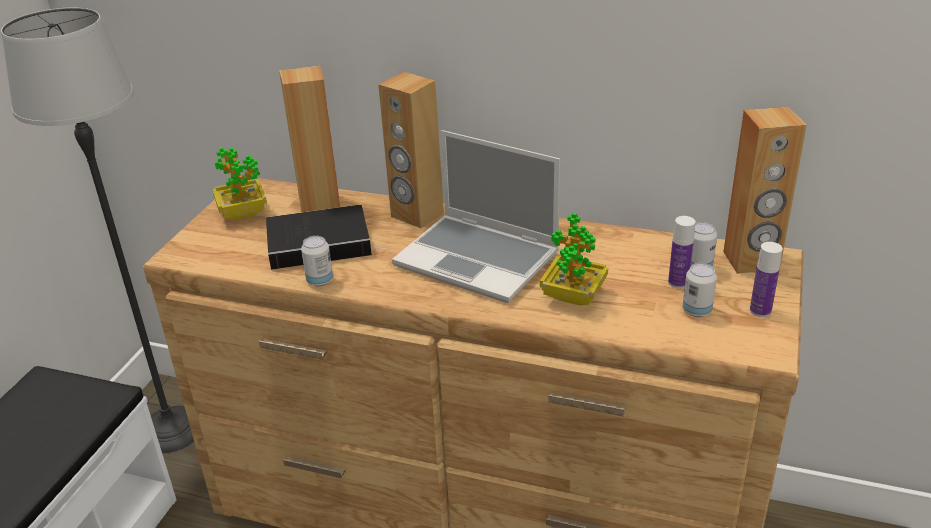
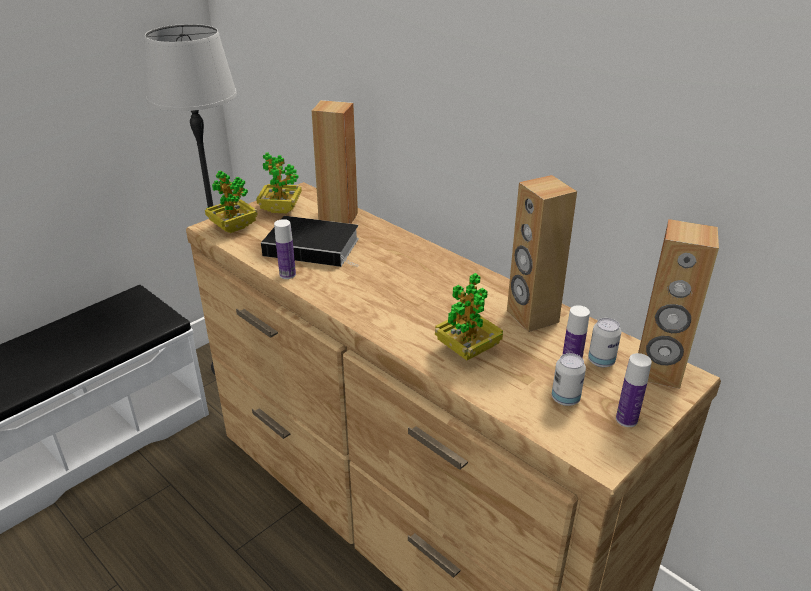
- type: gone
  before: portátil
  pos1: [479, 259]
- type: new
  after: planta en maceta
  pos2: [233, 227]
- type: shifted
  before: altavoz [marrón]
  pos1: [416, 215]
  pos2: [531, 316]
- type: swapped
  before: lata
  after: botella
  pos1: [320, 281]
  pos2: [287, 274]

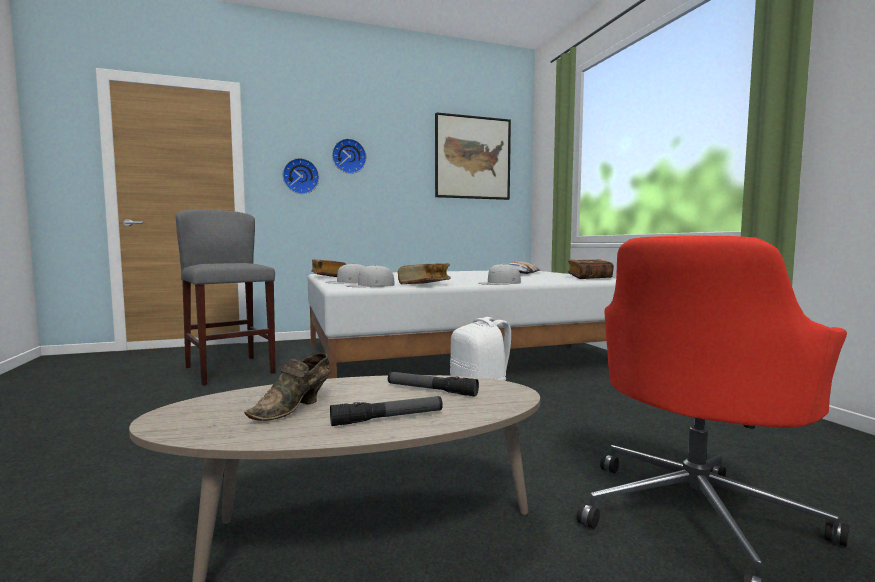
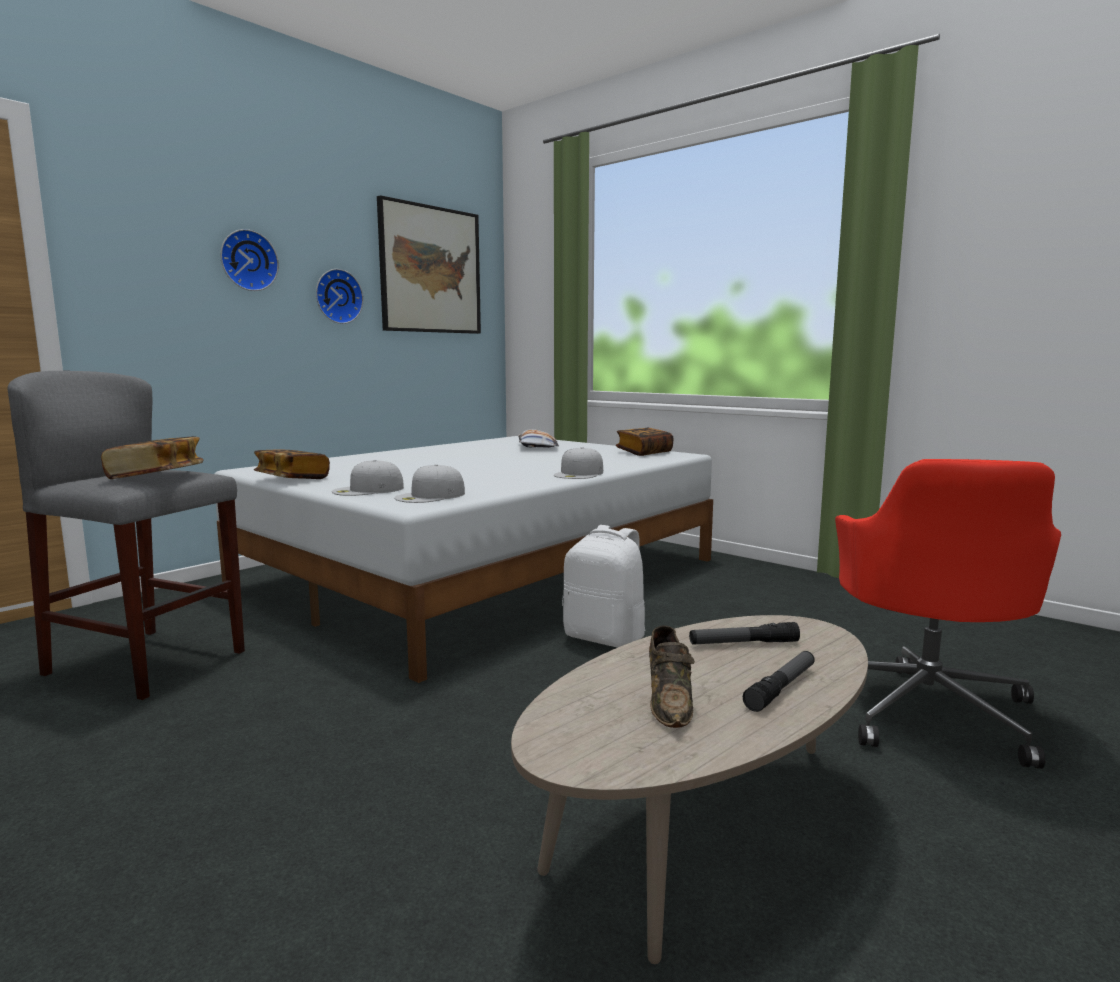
- type: shifted
  before: reloj de pared
  pos1: [301, 176]
  pos2: [337, 296]
- type: shifted
  before: libro
  pos1: [424, 285]
  pos2: [156, 476]

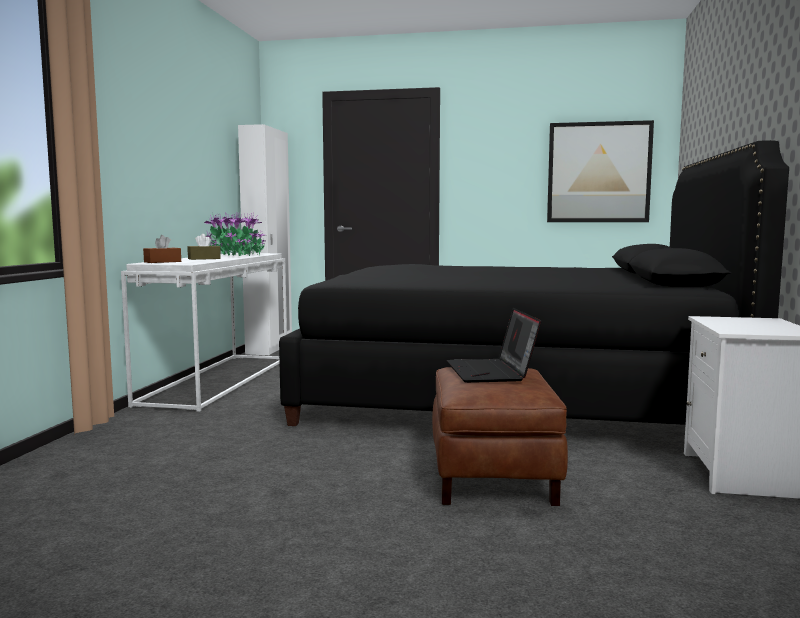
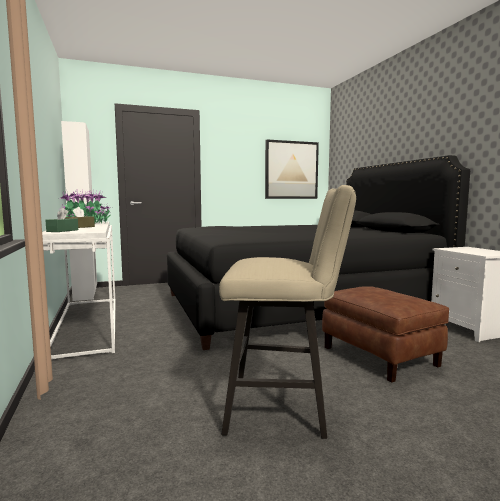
- type: gone
  before: portátil
  pos1: [492, 372]
- type: new
  after: taburete [beis]
  pos2: [285, 408]
- type: repainted
  before: caja de pañuelos [marrón]
  after: caja de pañuelos [verde]
  pos1: [162, 262]
  pos2: [62, 231]

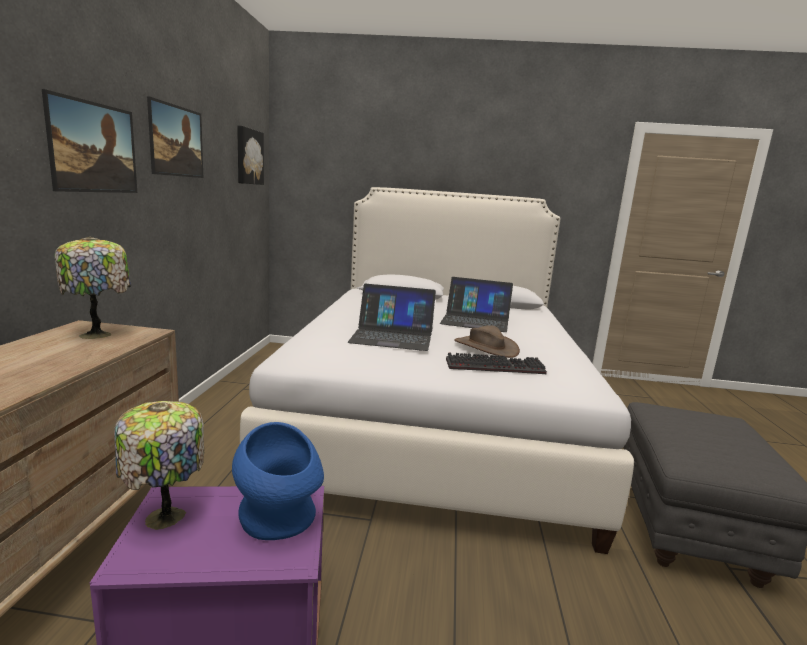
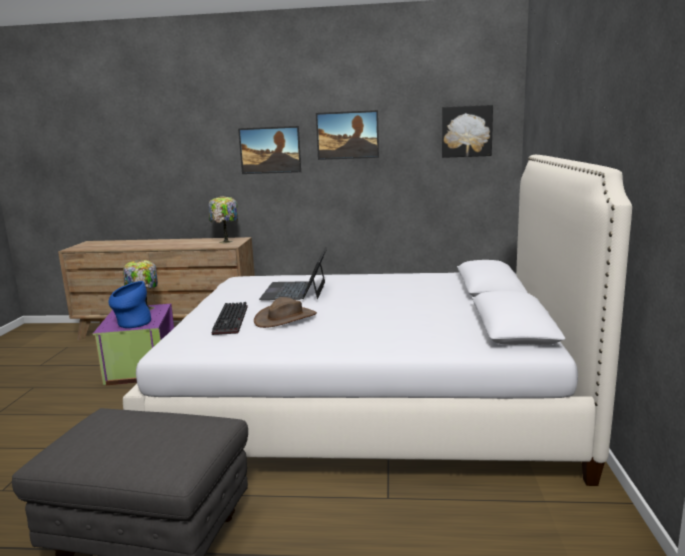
- type: gone
  before: portátil
  pos1: [475, 321]

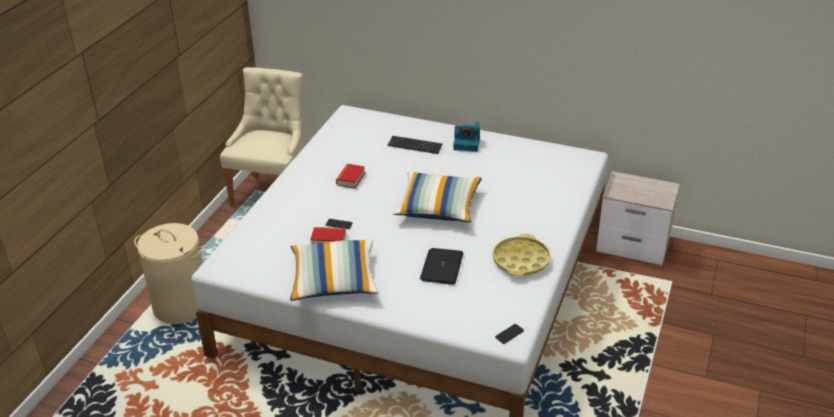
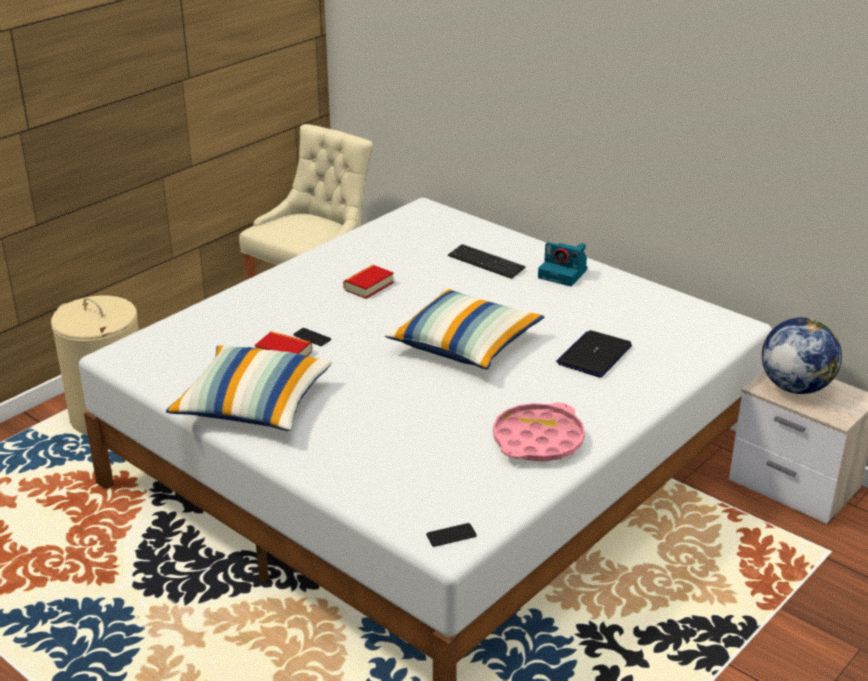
- type: new
  after: globo terráqueo
  pos2: [795, 387]
- type: shifted
  before: portátil
  pos1: [442, 267]
  pos2: [594, 355]
- type: repainted
  before: bandeja [amarillo]
  after: bandeja [rosa]
  pos1: [521, 260]
  pos2: [538, 440]

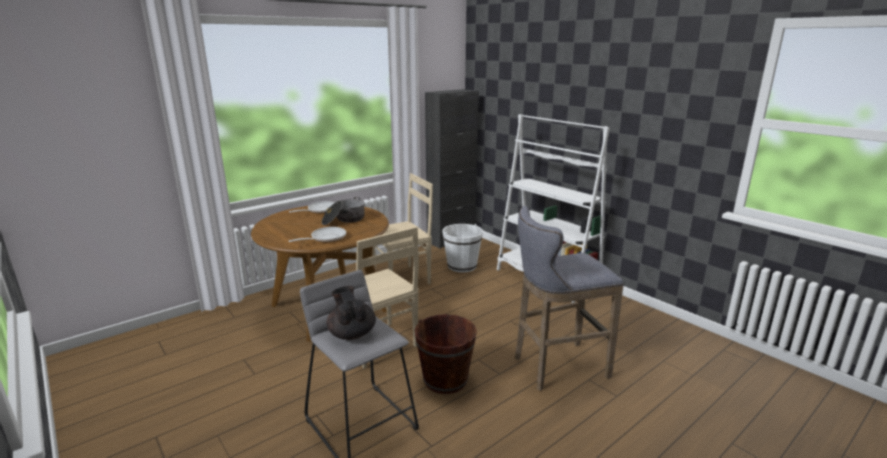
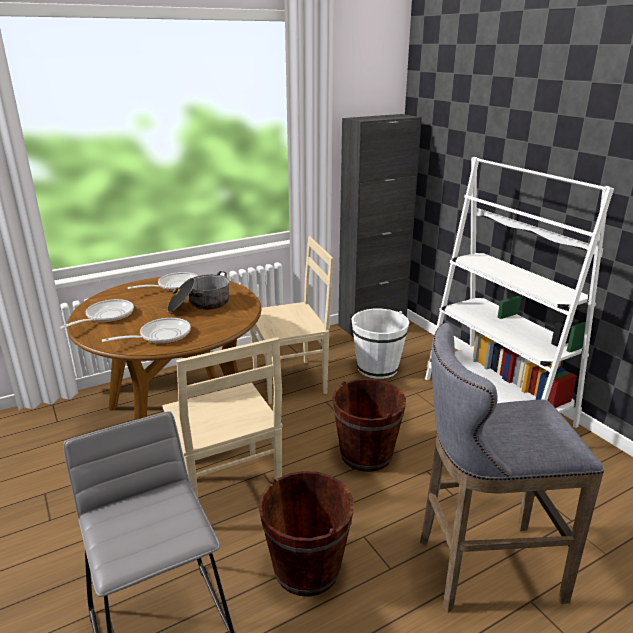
- type: gone
  before: tetera [negro]
  pos1: [352, 333]
- type: new
  after: sartén
  pos2: [106, 316]
- type: new
  after: cubo [marrón]
  pos2: [366, 454]

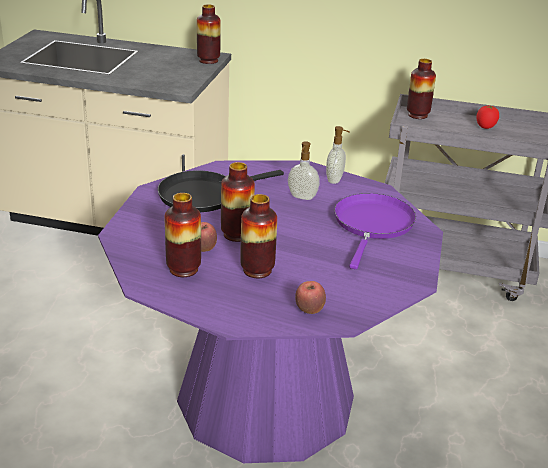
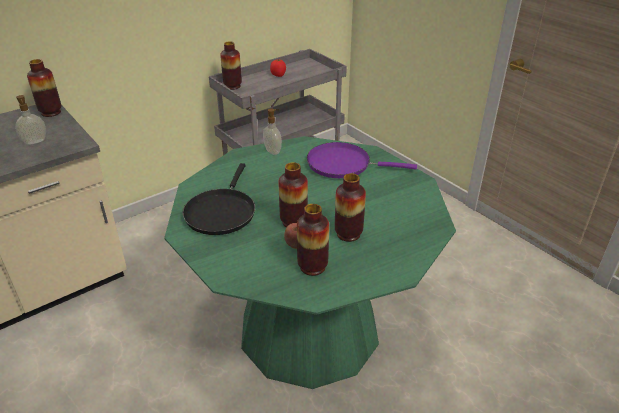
- type: gone
  before: manzana
  pos1: [309, 310]
- type: shifted
  before: dispensador de jabón
  pos1: [302, 197]
  pos2: [35, 142]
- type: repainted
  before: mesa de comedor [morado]
  after: mesa de comedor [verde]
  pos1: [266, 398]
  pos2: [309, 329]
- type: rotated
  before: sartén [morado]
  pos1: [372, 225]
  pos2: [343, 164]
  turn: -45

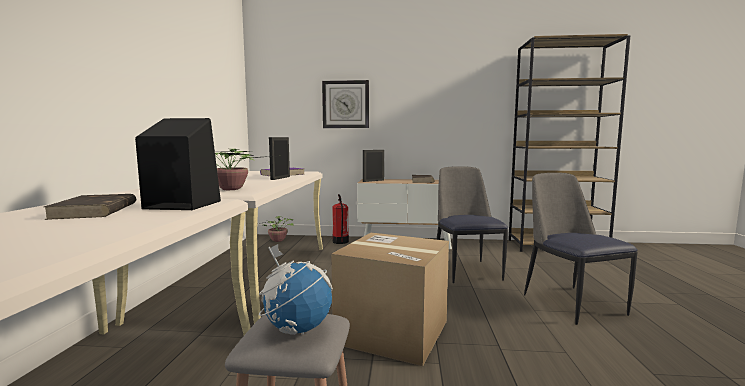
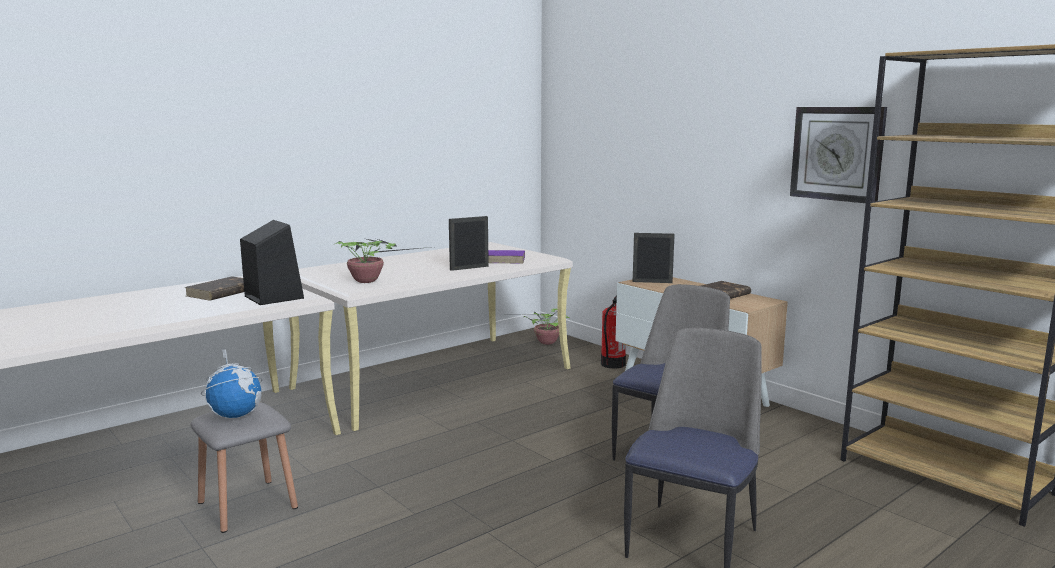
- type: gone
  before: caja de cartón
  pos1: [392, 332]
- type: shifted
  before: reloj de pared
  pos1: [345, 104]
  pos2: [837, 153]

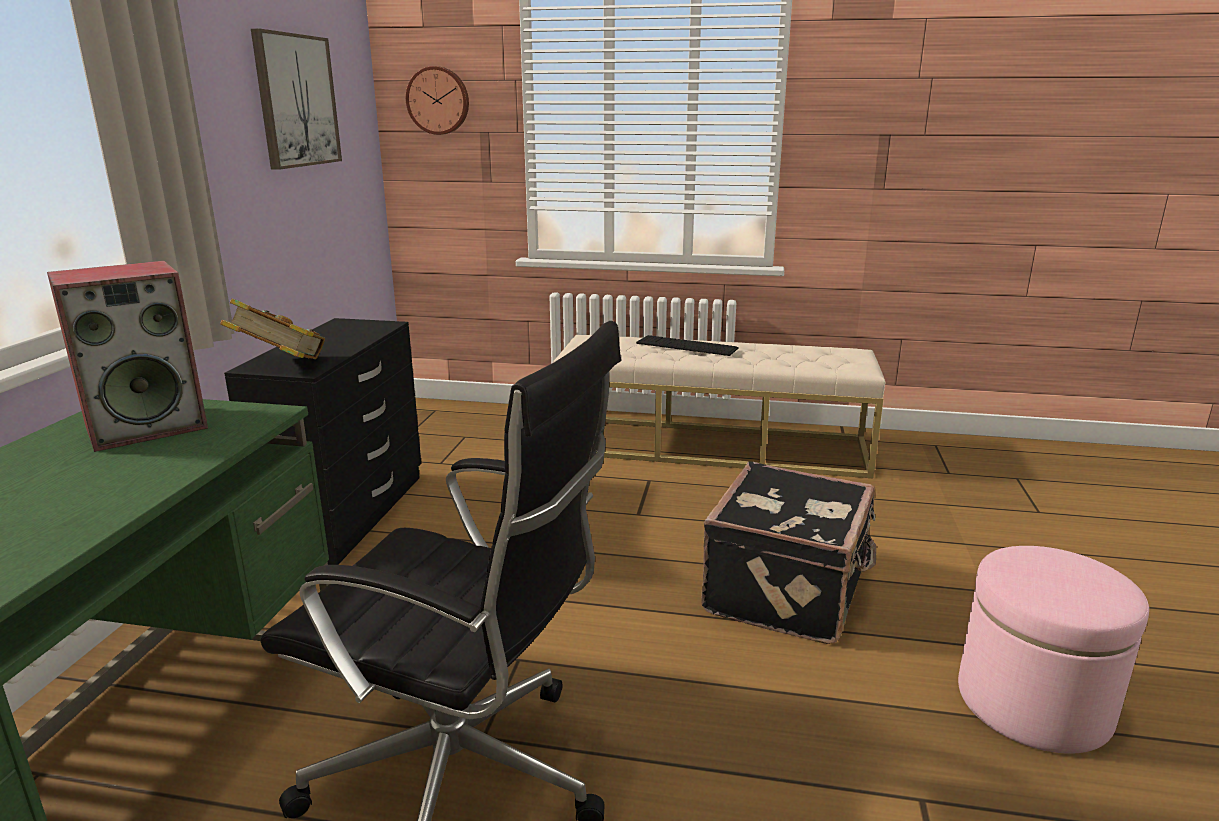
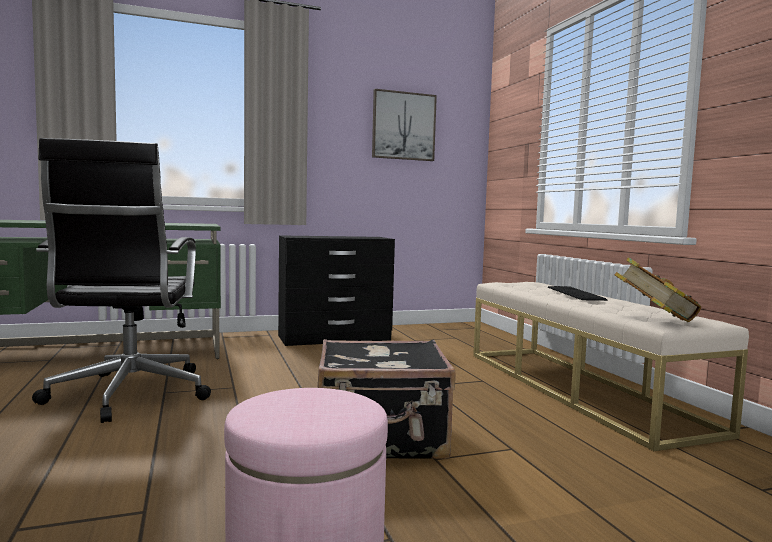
- type: gone
  before: altavoz
  pos1: [148, 427]
- type: gone
  before: reloj de pared
  pos1: [438, 100]
- type: shifted
  before: libro
  pos1: [280, 365]
  pos2: [654, 319]

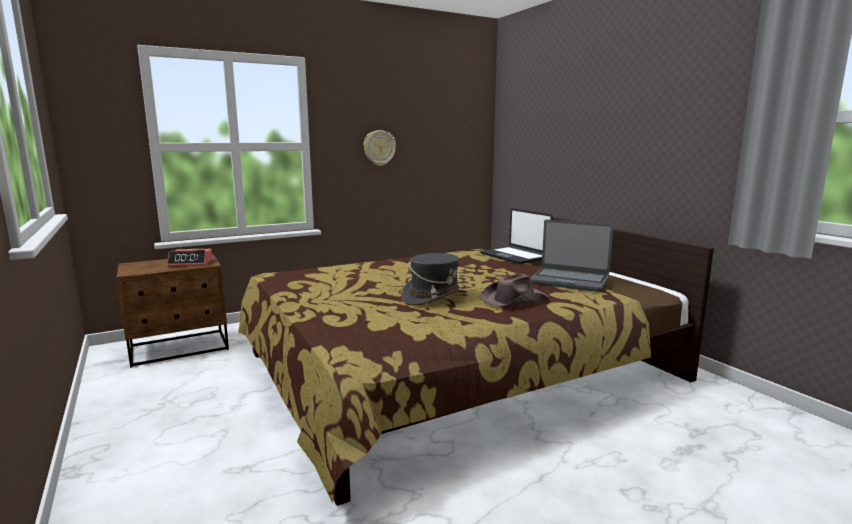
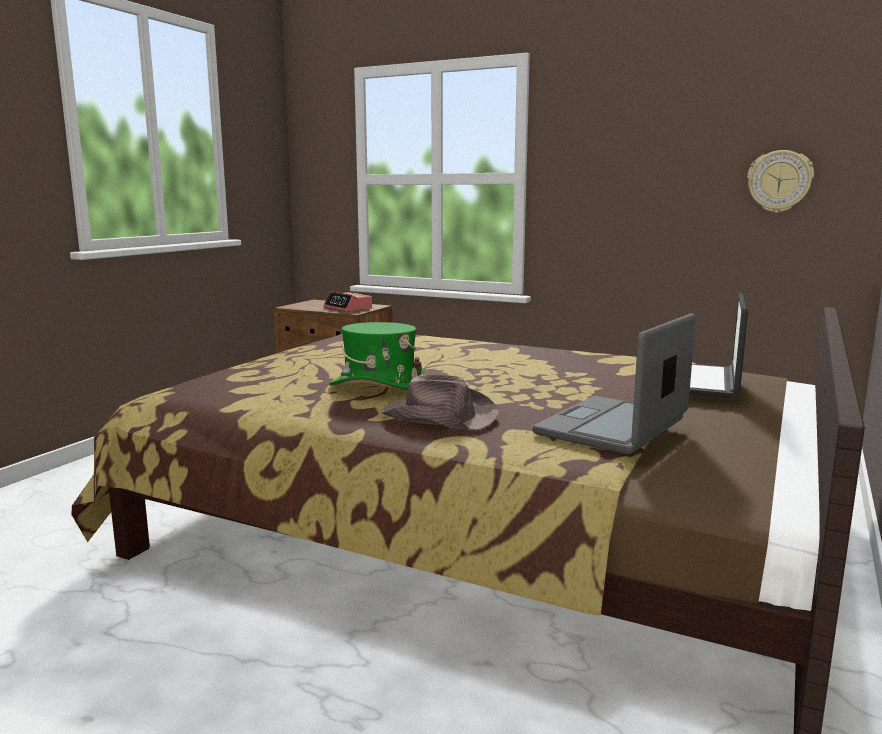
- type: shifted
  before: reloj de pared
  pos1: [379, 148]
  pos2: [779, 181]
- type: repainted
  before: sombrero [gris]
  after: sombrero [verde]
  pos1: [434, 297]
  pos2: [379, 386]
- type: rotated
  before: portátil
  pos1: [569, 280]
  pos2: [613, 427]
  turn: 45

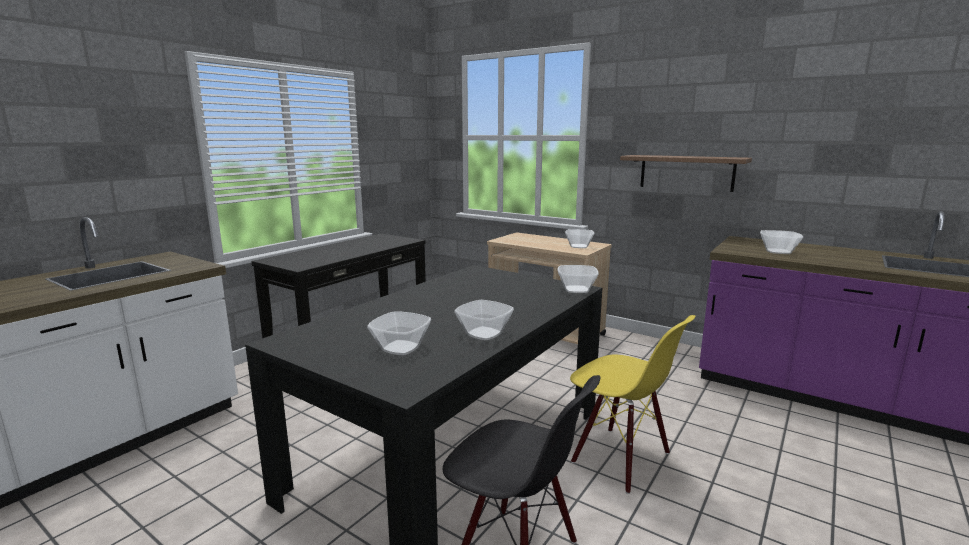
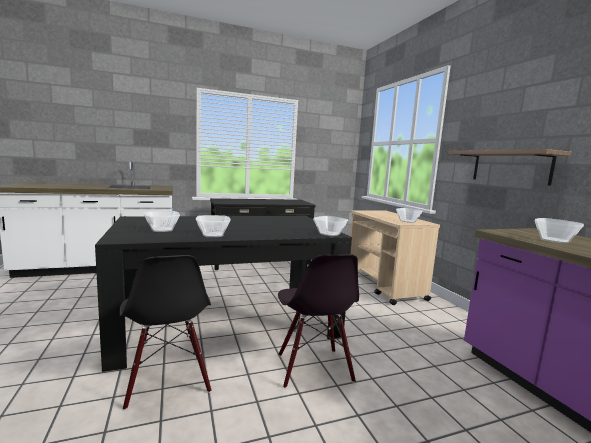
- type: repainted
  before: silla [amarillo]
  after: silla [negro]
  pos1: [620, 458]
  pos2: [313, 368]

